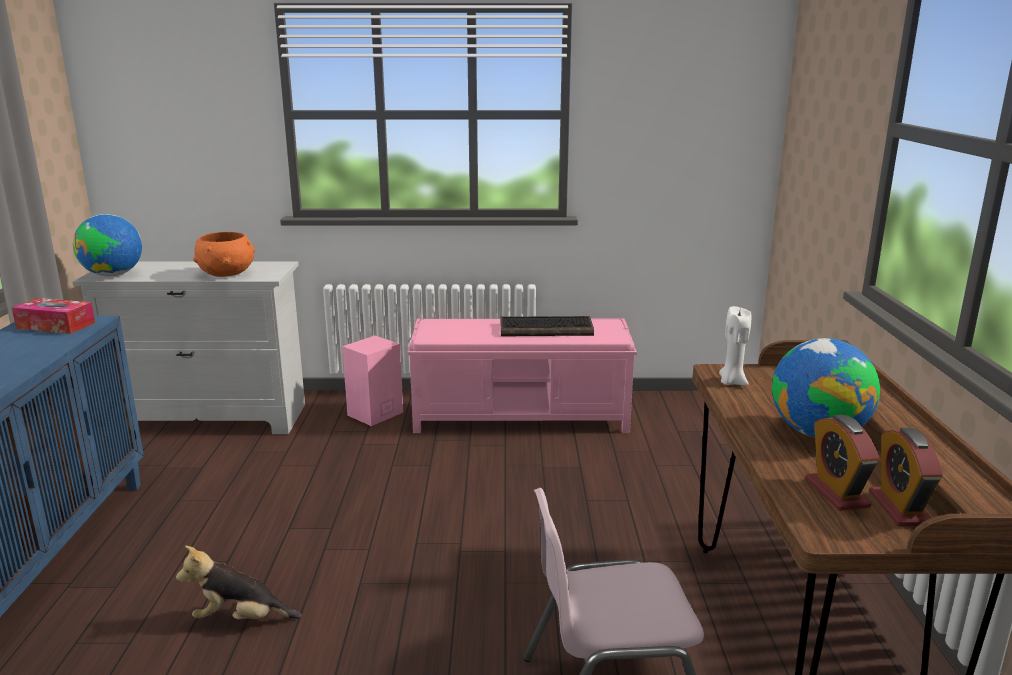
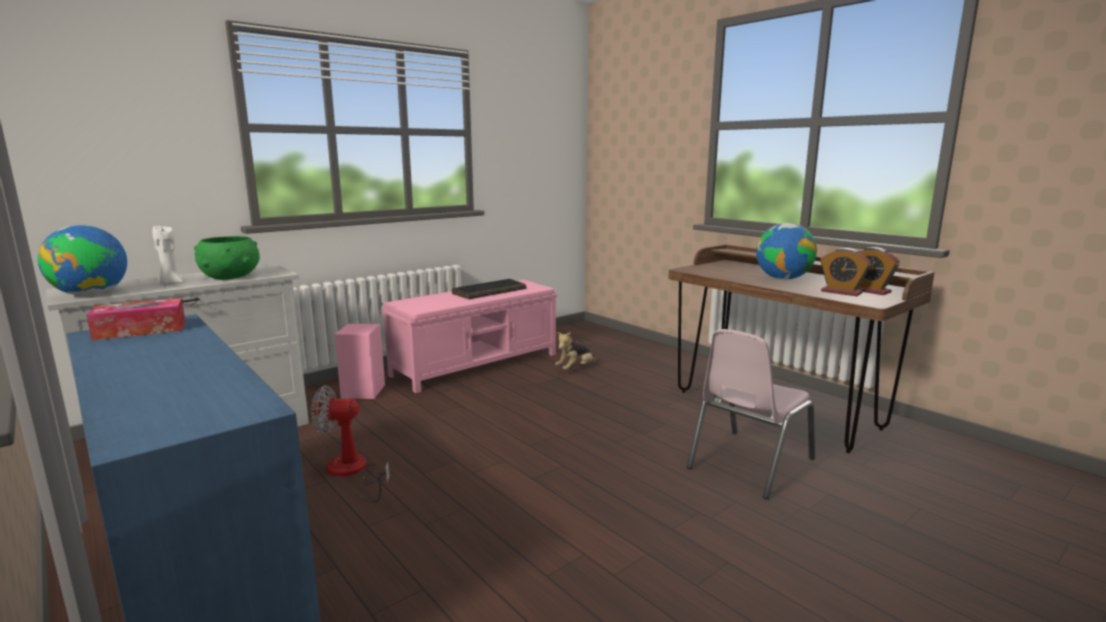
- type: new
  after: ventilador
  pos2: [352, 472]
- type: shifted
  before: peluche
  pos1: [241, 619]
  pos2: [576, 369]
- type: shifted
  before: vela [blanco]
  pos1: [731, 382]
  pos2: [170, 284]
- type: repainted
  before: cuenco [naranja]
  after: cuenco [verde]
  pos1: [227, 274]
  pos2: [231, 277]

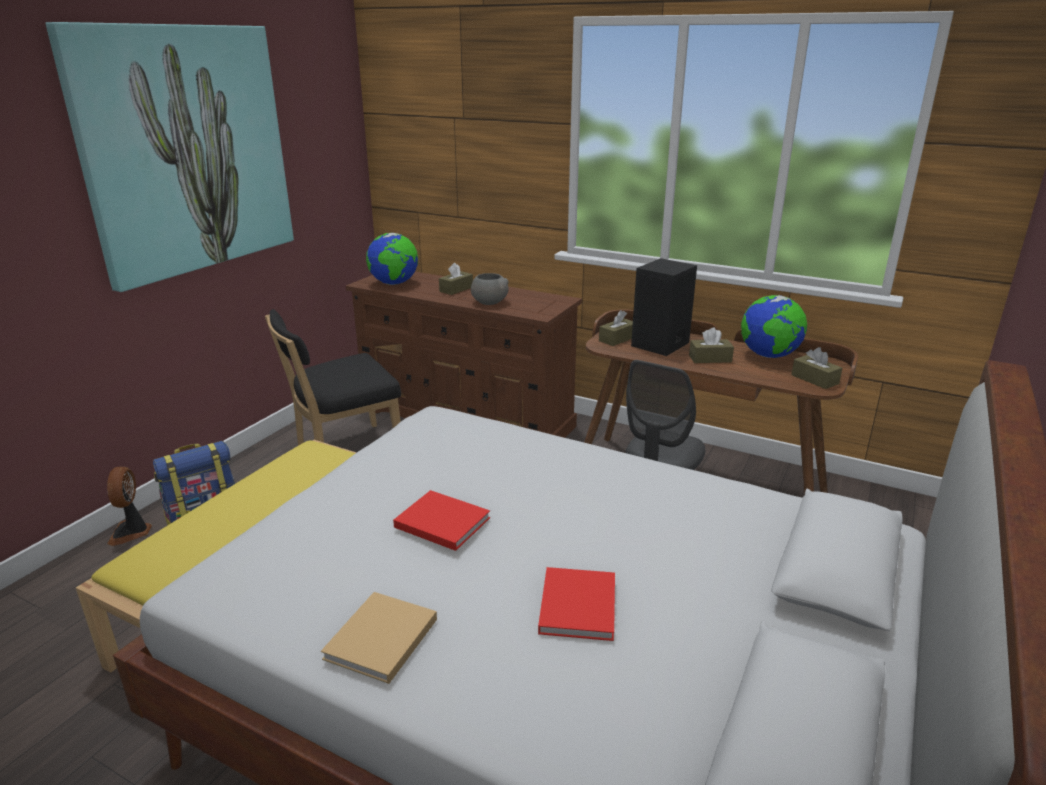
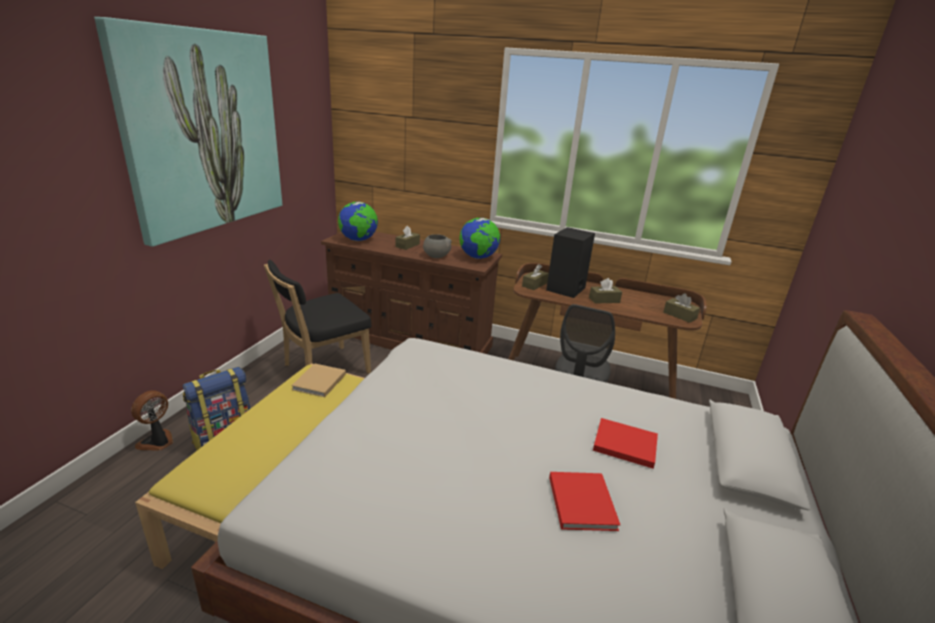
- type: shifted
  before: libro [beis]
  pos1: [379, 641]
  pos2: [318, 382]
- type: shifted
  before: libro [rojo]
  pos1: [440, 521]
  pos2: [623, 444]
- type: shifted
  before: globo terráqueo
  pos1: [769, 356]
  pos2: [478, 257]
- type: rotated
  before: ventilador
  pos1: [131, 532]
  pos2: [158, 442]
  turn: 45

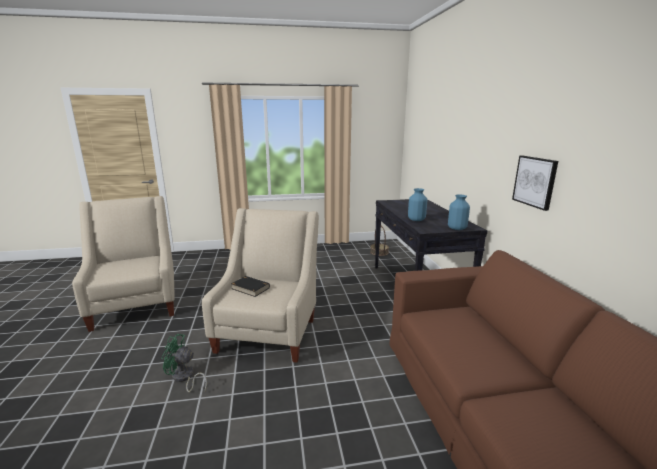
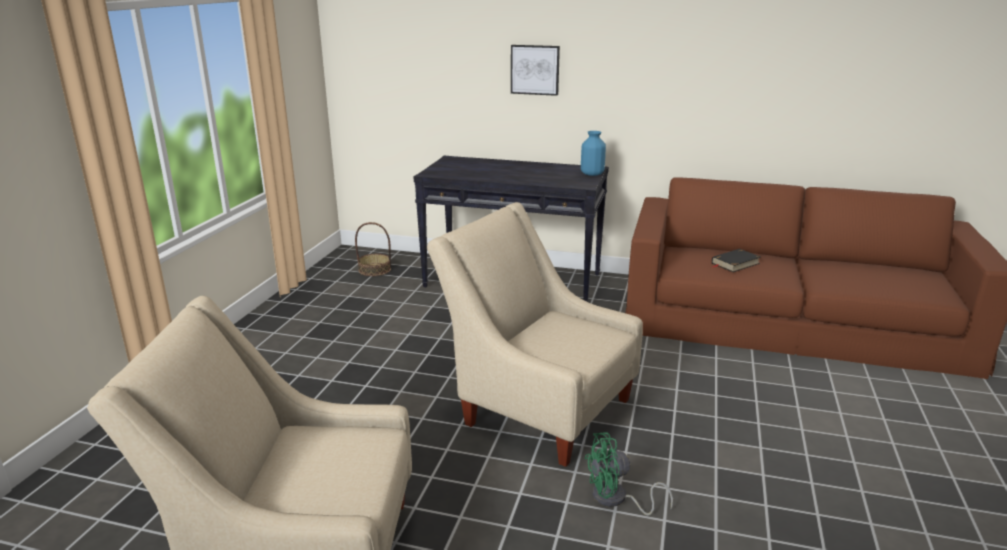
- type: gone
  before: florero [azul]
  pos1: [416, 220]
- type: shifted
  before: libro [negro]
  pos1: [250, 288]
  pos2: [735, 263]
- type: shifted
  before: cuadro
  pos1: [535, 181]
  pos2: [535, 69]
- type: rotated
  before: ventilador [verde]
  pos1: [184, 378]
  pos2: [616, 499]
  turn: 45

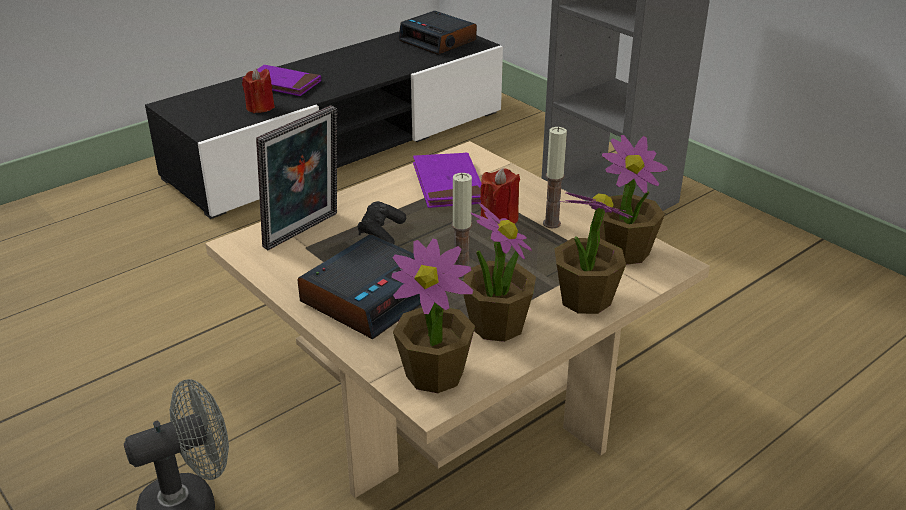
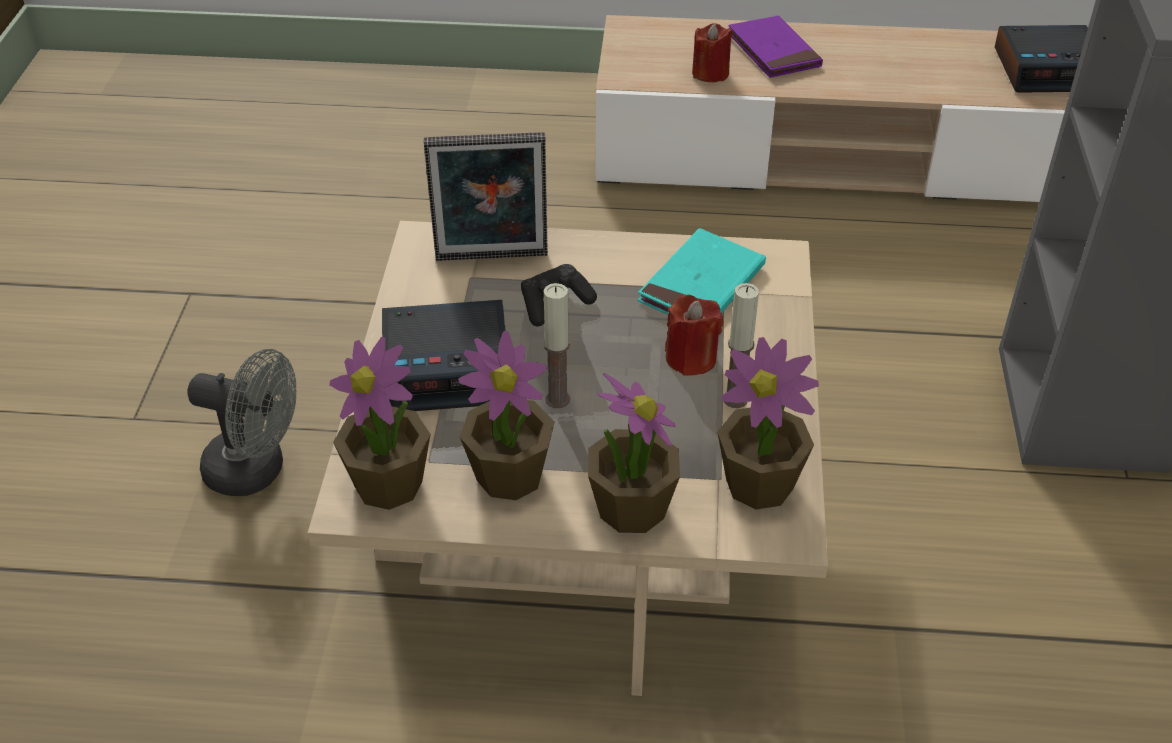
- type: repainted
  before: mueble de televisión [negro]
  after: mueble de televisión [beis]
  pos1: [340, 144]
  pos2: [839, 156]
- type: repainted
  before: libro [morado]
  after: libro [turquesa]
  pos1: [448, 184]
  pos2: [701, 285]
- type: rotated
  before: despertador
  pos1: [438, 41]
  pos2: [1047, 69]
  turn: -90

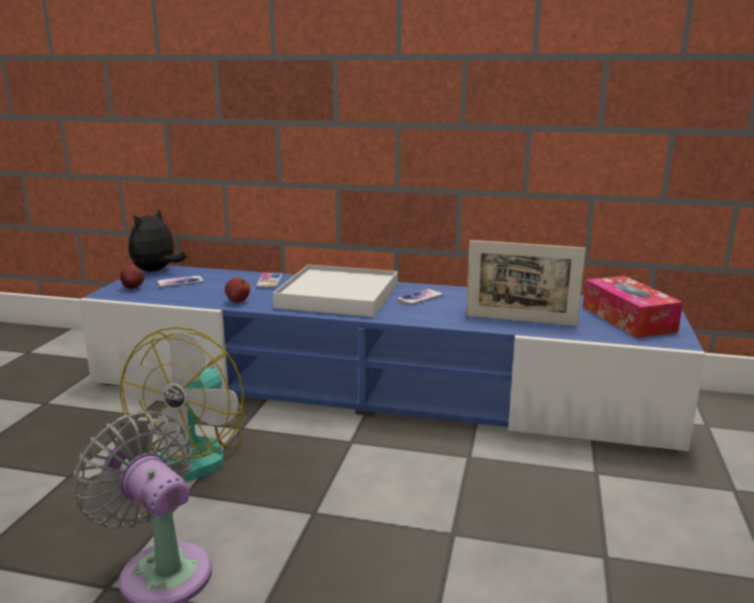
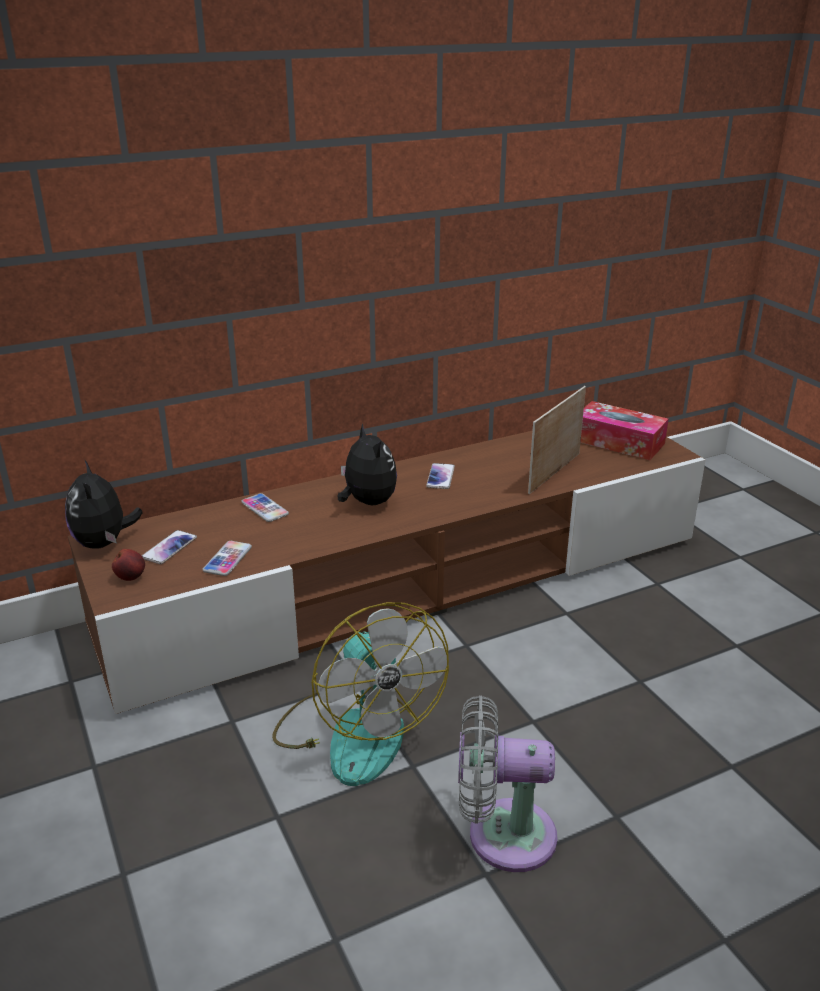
- type: gone
  before: manzana
  pos1: [237, 302]
- type: new
  after: móvil
  pos2: [227, 559]
- type: swapped
  before: bandeja [blanco]
  after: peluche
  pos1: [338, 296]
  pos2: [367, 502]
- type: repainted
  before: mueble de televisión [azul]
  after: mueble de televisión [marrón]
  pos1: [378, 389]
  pos2: [411, 582]
- type: rotated
  before: portarretratos
  pos1: [520, 320]
  pos2: [554, 473]
  turn: 150

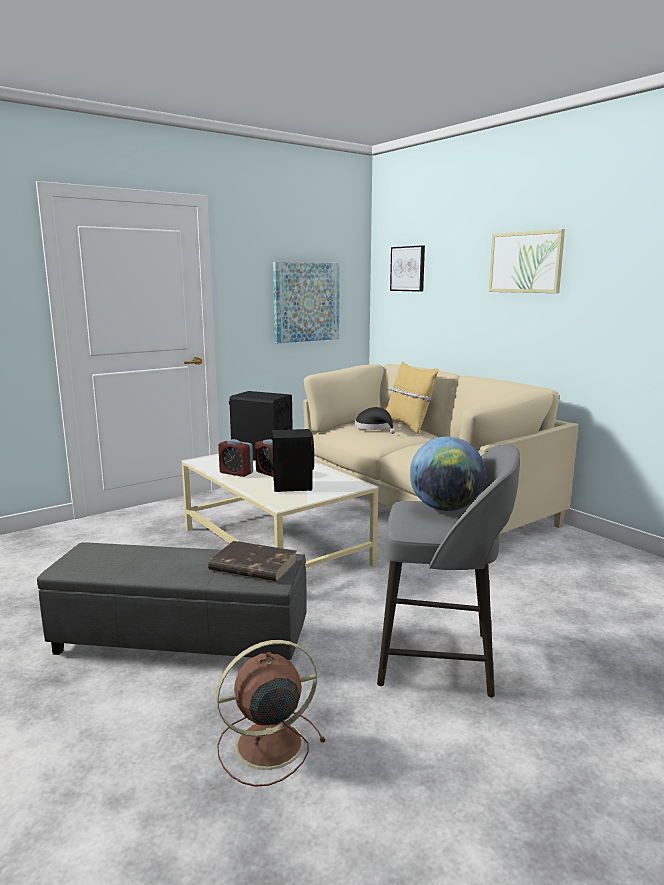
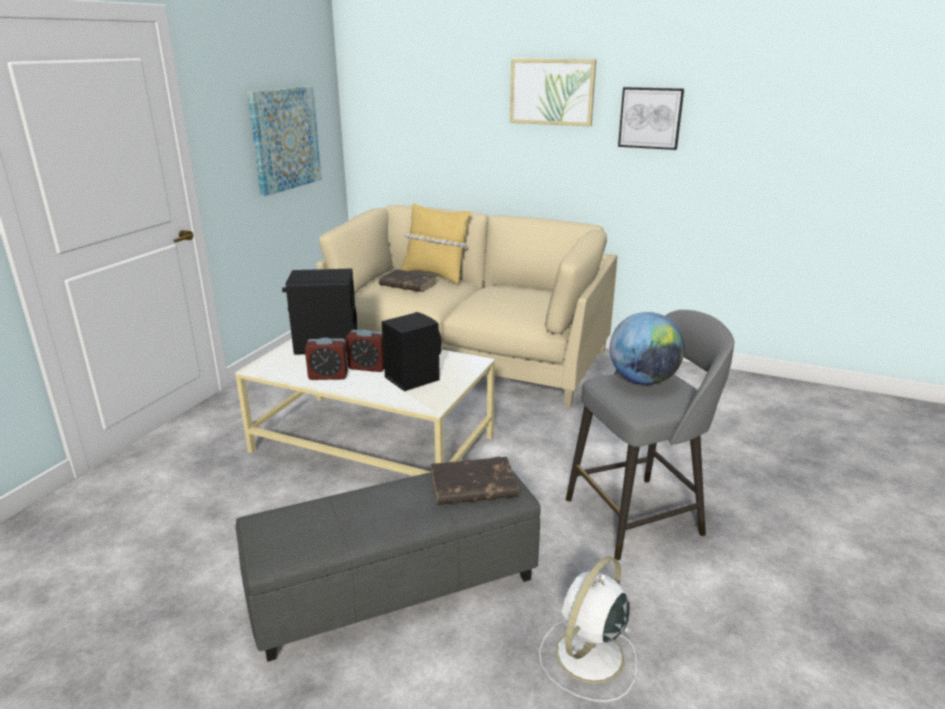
- type: shifted
  before: cuadro
  pos1: [408, 269]
  pos2: [650, 118]
- type: swapped
  before: sombrero [negro]
  after: libro [marrón]
  pos1: [374, 428]
  pos2: [407, 284]
- type: repainted
  before: ventilador [marrón]
  after: ventilador [blanco]
  pos1: [266, 745]
  pos2: [588, 657]

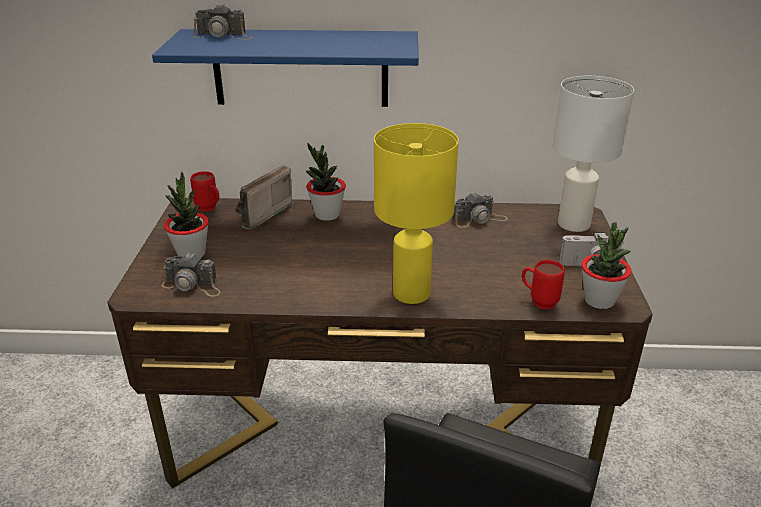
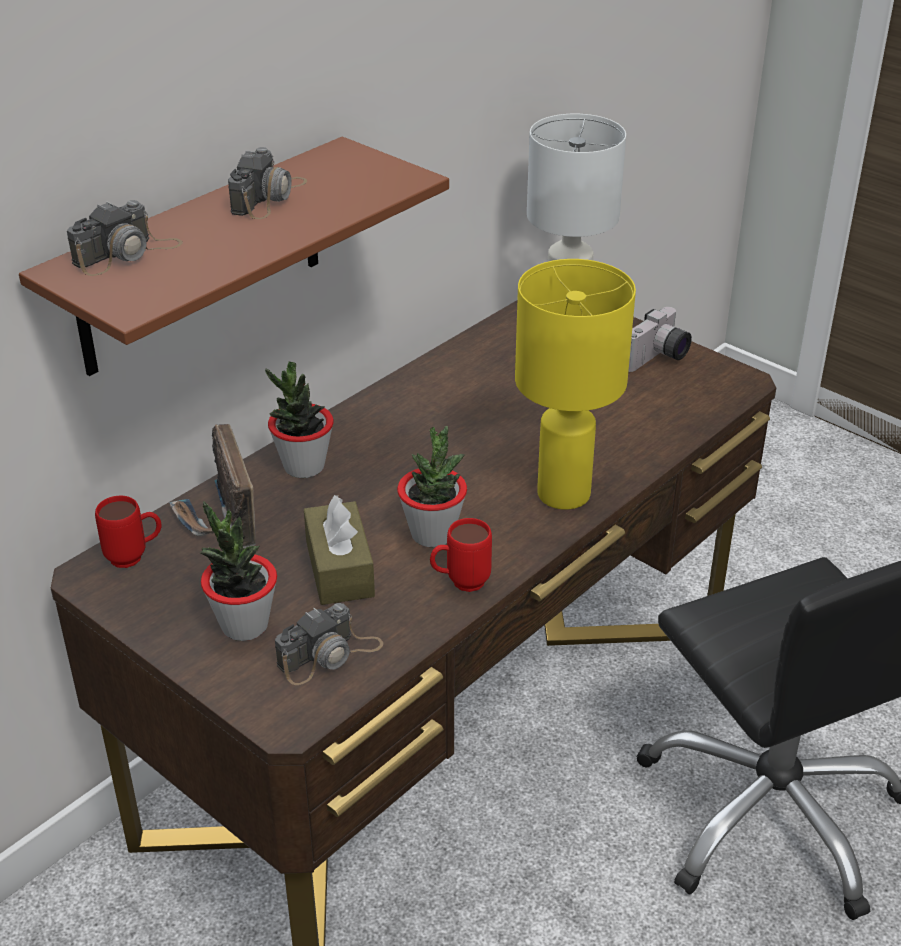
- type: new
  after: caja de pañuelos [marrón]
  pos2: [339, 568]
- type: shifted
  before: cámara
  pos1: [479, 219]
  pos2: [269, 196]
- type: shifted
  before: taza grande [rojo]
  pos1: [538, 301]
  pos2: [460, 583]
- type: shifted
  before: planta en maceta
  pos1: [599, 301]
  pos2: [433, 534]
- type: repainted
  before: estante [azul]
  after: estante [marrón]
  pos1: [300, 68]
  pos2: [201, 258]

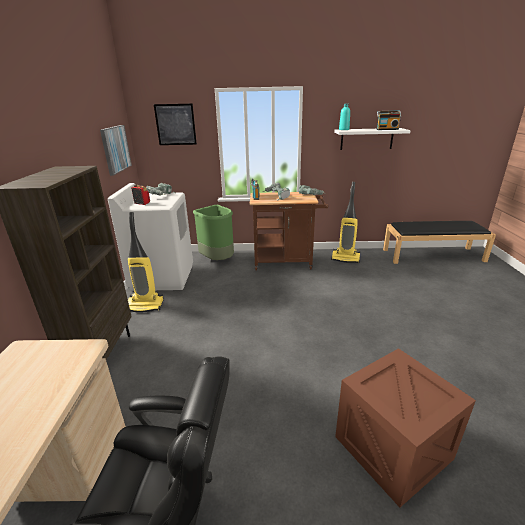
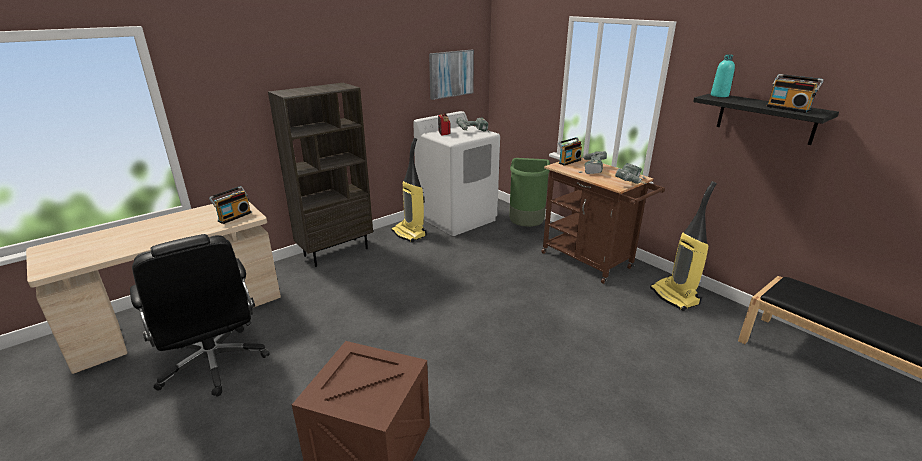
- type: gone
  before: cuadro
  pos1: [175, 124]
- type: new
  after: radio
  pos2: [234, 217]
- type: repainted
  before: estante [blanco]
  after: estante [negro]
  pos1: [366, 139]
  pos2: [765, 118]

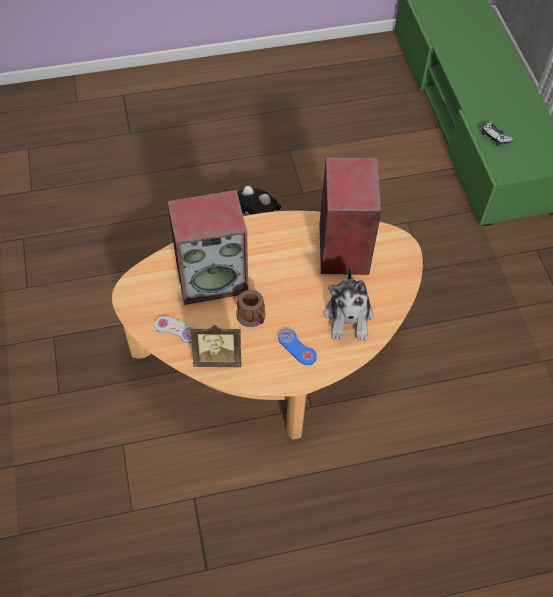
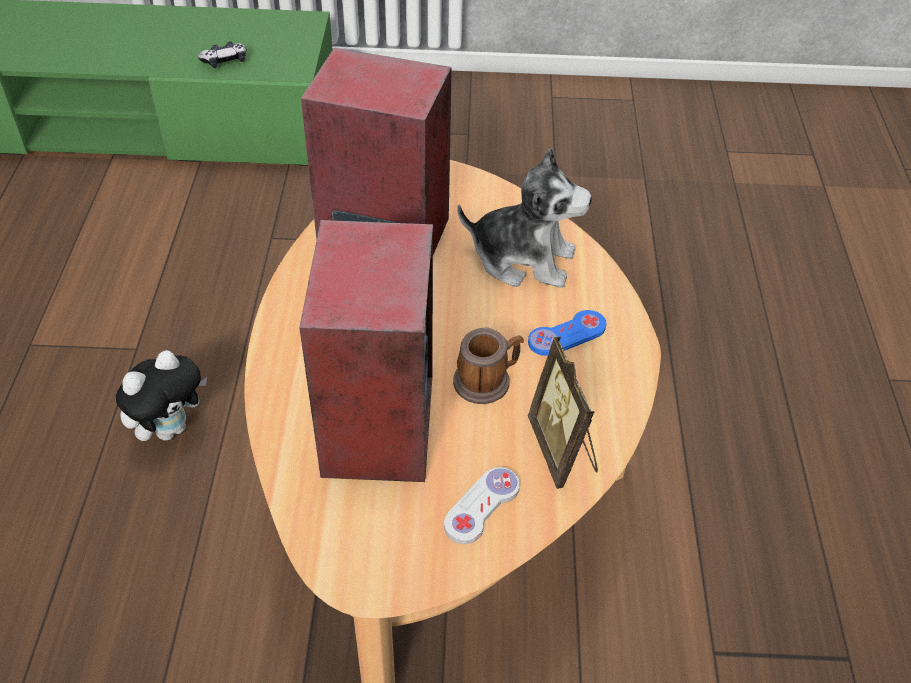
- type: rotated
  before: portarretratos
  pos1: [218, 358]
  pos2: [563, 450]
  turn: 150

